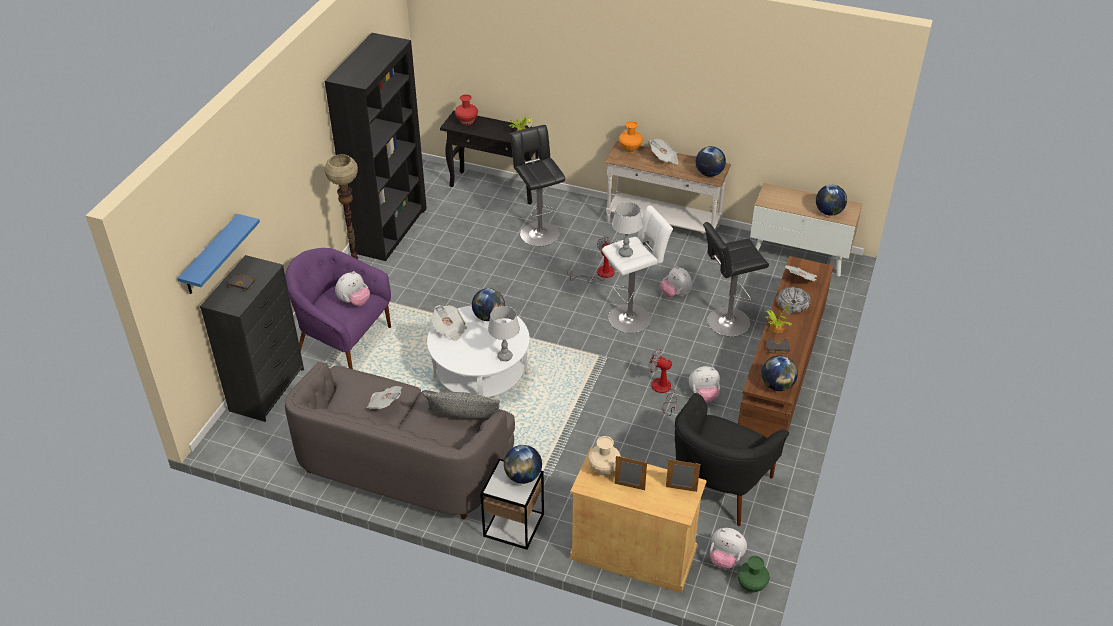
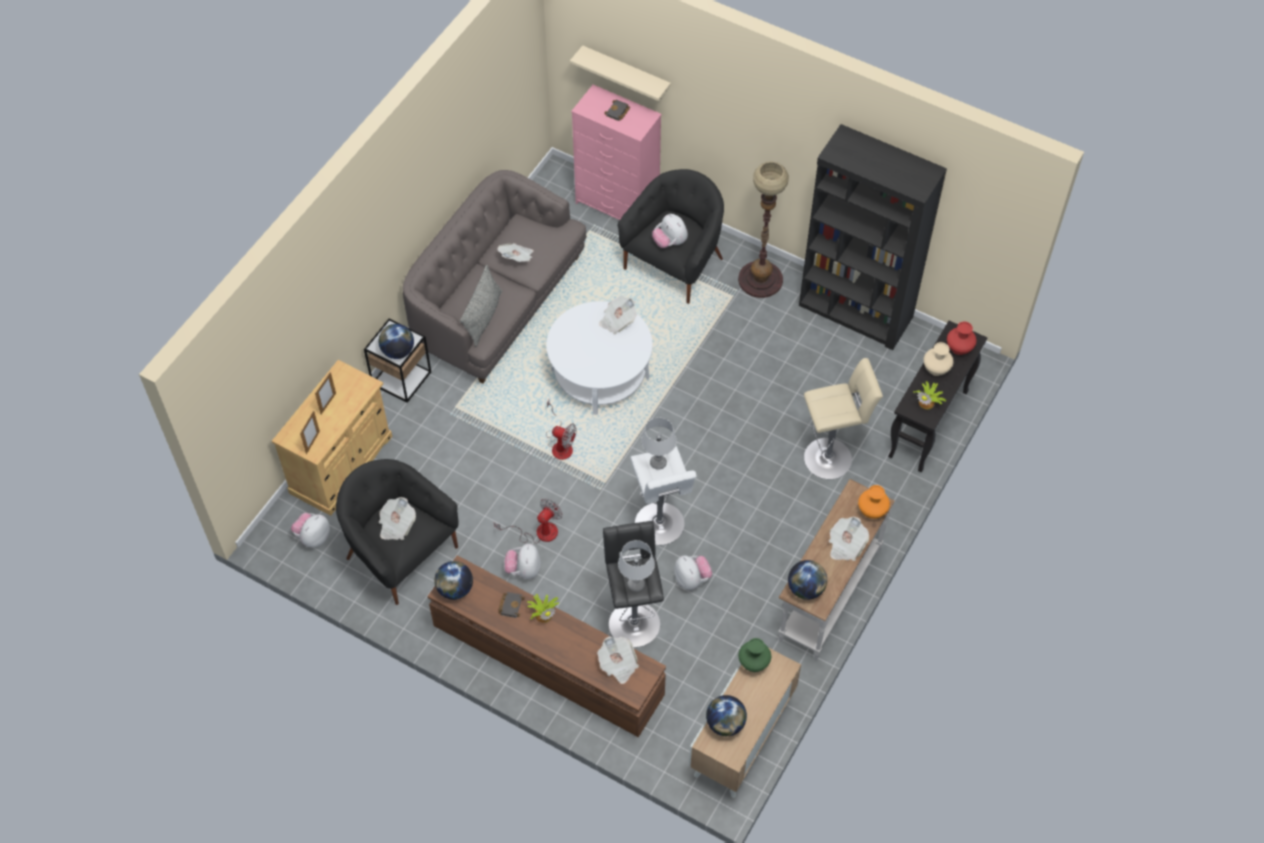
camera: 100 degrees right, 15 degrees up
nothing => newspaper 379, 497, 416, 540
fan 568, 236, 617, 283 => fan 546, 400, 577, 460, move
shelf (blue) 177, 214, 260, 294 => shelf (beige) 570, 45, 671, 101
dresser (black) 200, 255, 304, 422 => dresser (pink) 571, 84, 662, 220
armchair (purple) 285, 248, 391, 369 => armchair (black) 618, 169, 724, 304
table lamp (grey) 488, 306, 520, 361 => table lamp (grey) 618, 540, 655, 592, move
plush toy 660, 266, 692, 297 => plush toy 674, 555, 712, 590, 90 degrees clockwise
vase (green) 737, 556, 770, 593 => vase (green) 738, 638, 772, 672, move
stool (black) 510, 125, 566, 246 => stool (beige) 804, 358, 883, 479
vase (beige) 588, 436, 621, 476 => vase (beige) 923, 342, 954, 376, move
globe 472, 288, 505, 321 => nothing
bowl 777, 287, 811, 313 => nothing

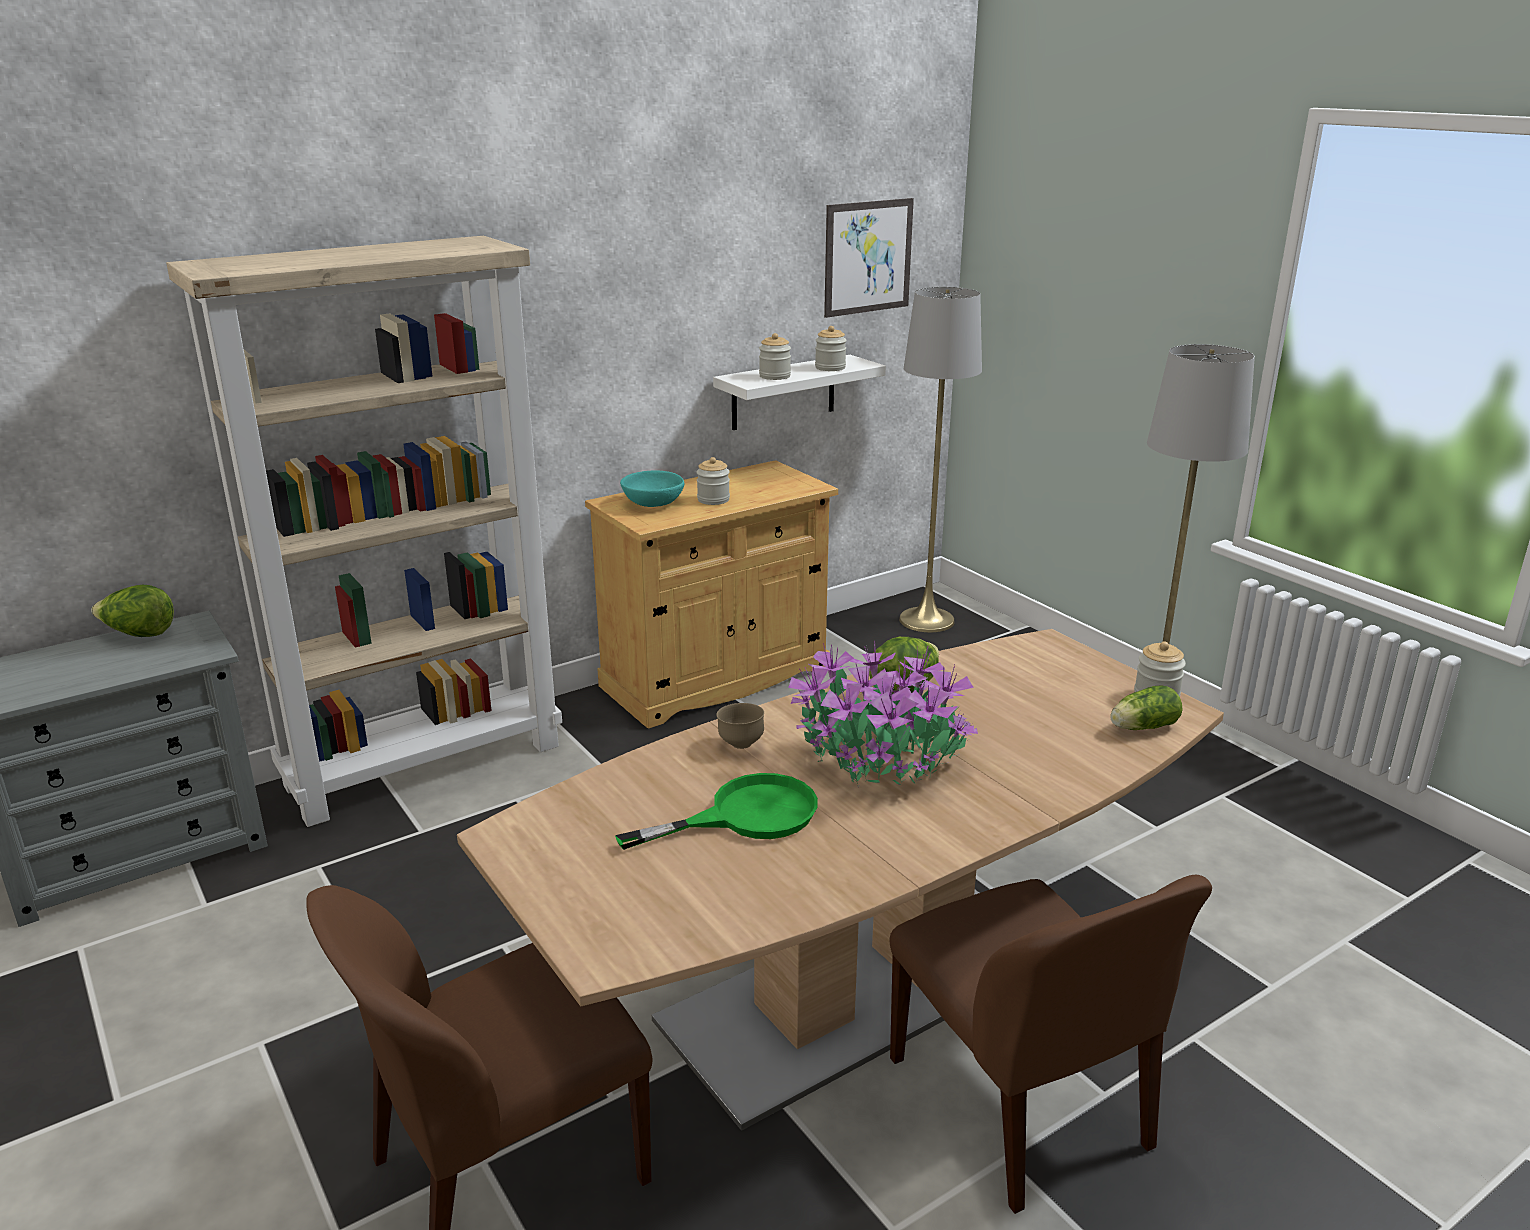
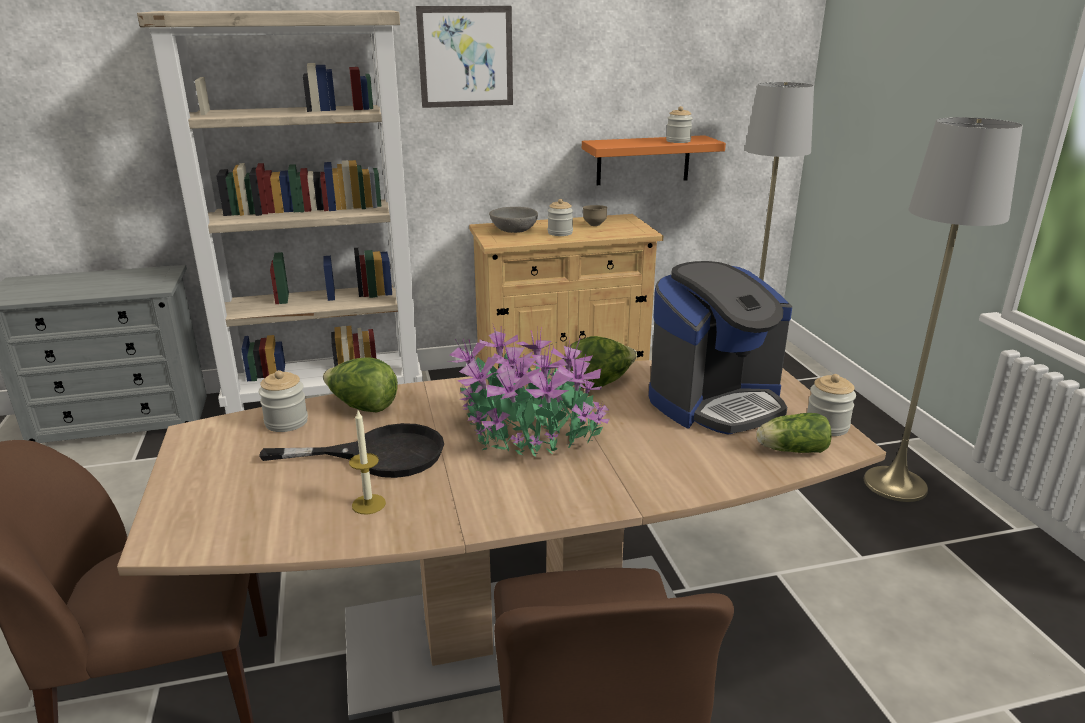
camera: 20 degrees right, 0 degrees up
jar 759, 333, 791, 380 => jar 259, 370, 308, 432, move
frying pan (green) 615, 773, 818, 850 => frying pan (black) 259, 423, 444, 478
lettuce 91, 585, 174, 637 => lettuce 323, 357, 398, 412, move
nothing => candle 349, 411, 386, 515
picture 824, 198, 914, 318 => picture 416, 6, 513, 108, move
bowl (turquoise) 620, 471, 684, 507 => bowl (grey) 489, 207, 538, 233
shelf (white) 713, 355, 886, 430 => shelf (orange) 582, 135, 726, 185
bowl (brown) 716, 703, 764, 749 => bowl (brown) 583, 205, 608, 226, move
nothing => coffee machine 649, 261, 792, 435

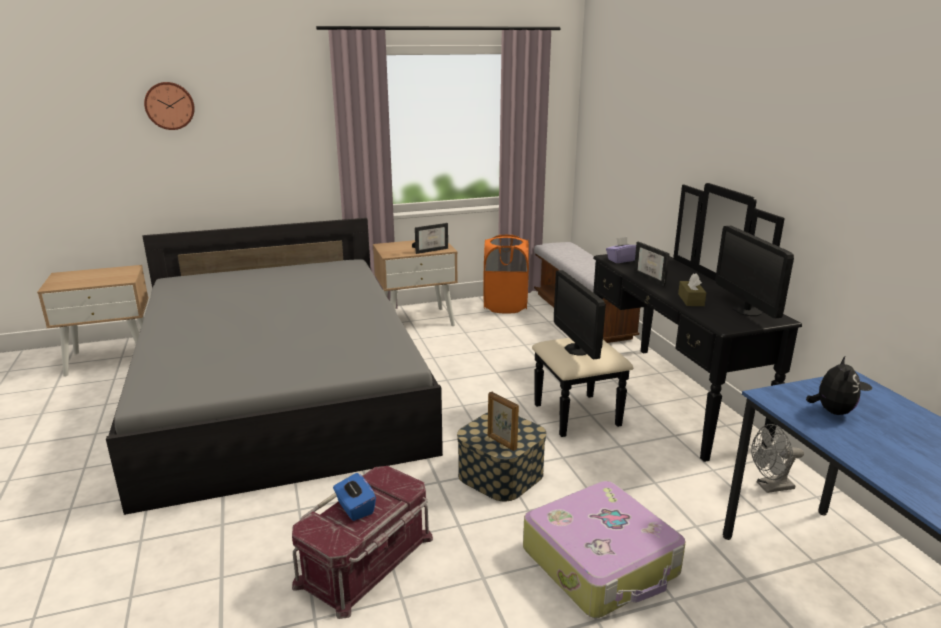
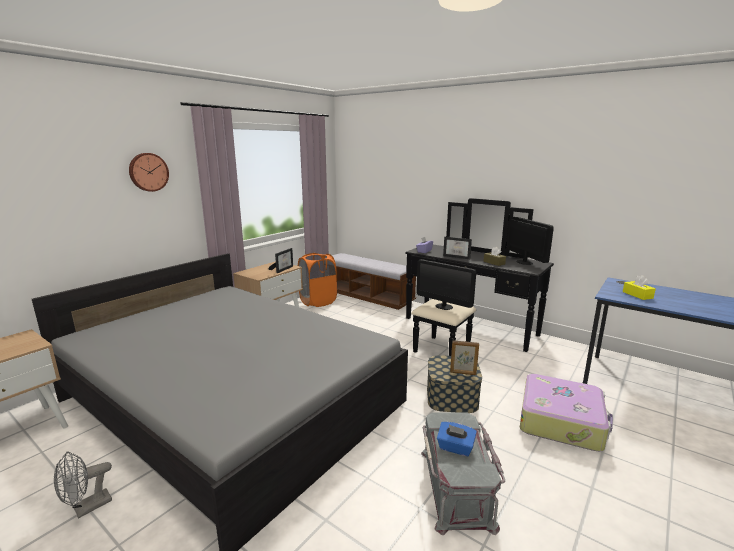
camera: 35 degrees left, 5 degrees down
fan (grey) 751, 424, 804, 493 => fan (grey) 54, 452, 112, 519, move
wall clock 144, 82, 195, 130 => wall clock 129, 153, 169, 192, move
storage box (red) 292, 466, 433, 619 => storage box (grey) 421, 412, 505, 535
monitor 715, 226, 794, 318 => monitor 508, 217, 554, 265, 150 degrees counterclockwise
plush toy 806, 355, 861, 415 => tissue box (yellow) 623, 275, 656, 300

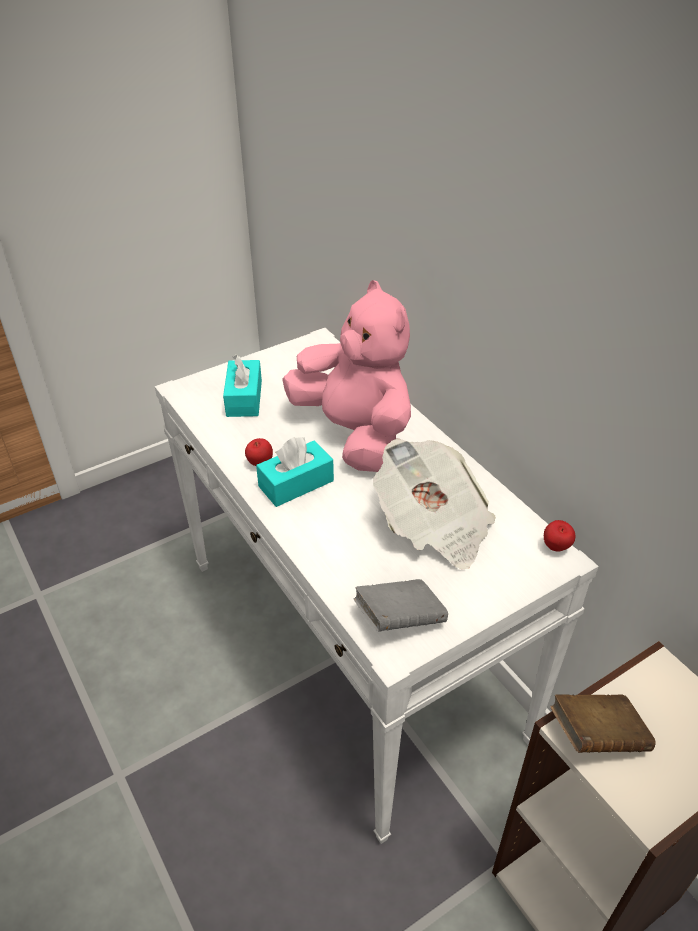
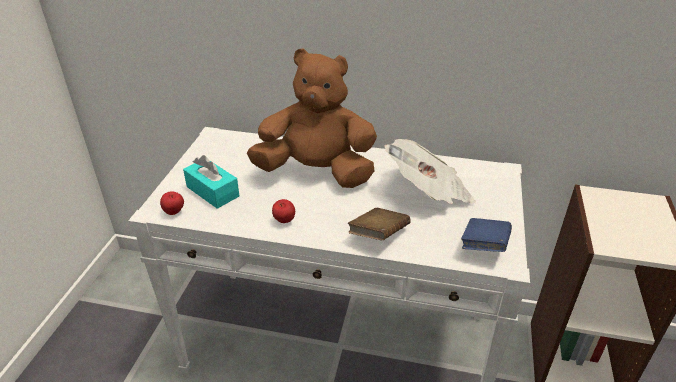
camera: 45 degrees left, 5 degrees down
apple 544, 520, 575, 552 => apple 160, 191, 184, 215, move
plush toy (pink) 282, 280, 411, 472 => plush toy (brown) 247, 48, 377, 188
book (brown) 550, 694, 656, 753 => book (brown) 348, 208, 411, 240, move
book (grey) 353, 579, 448, 632 => book (blue) 461, 218, 512, 252
tissue box (turquoise) 256, 437, 334, 507 => nothing

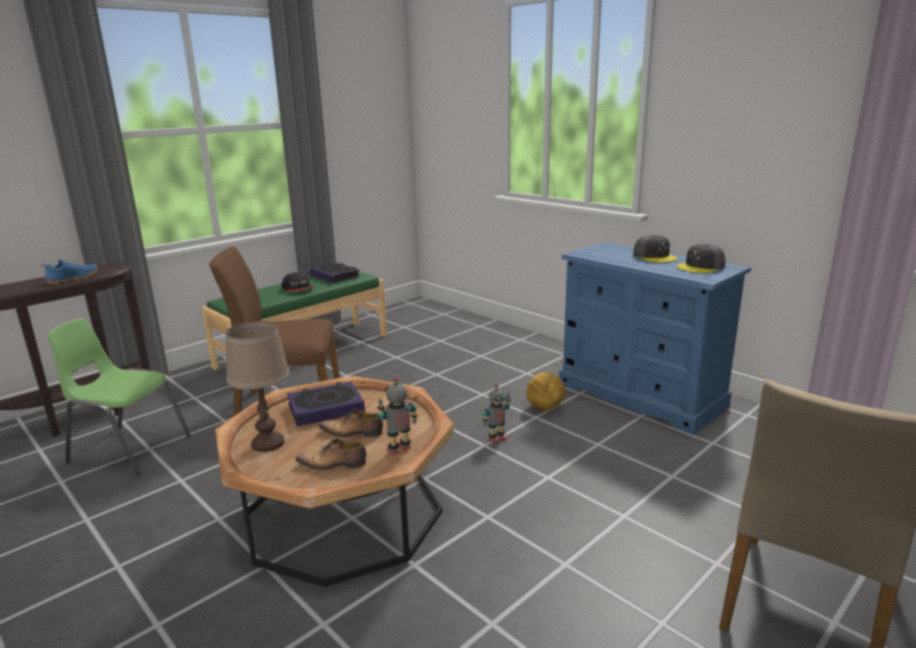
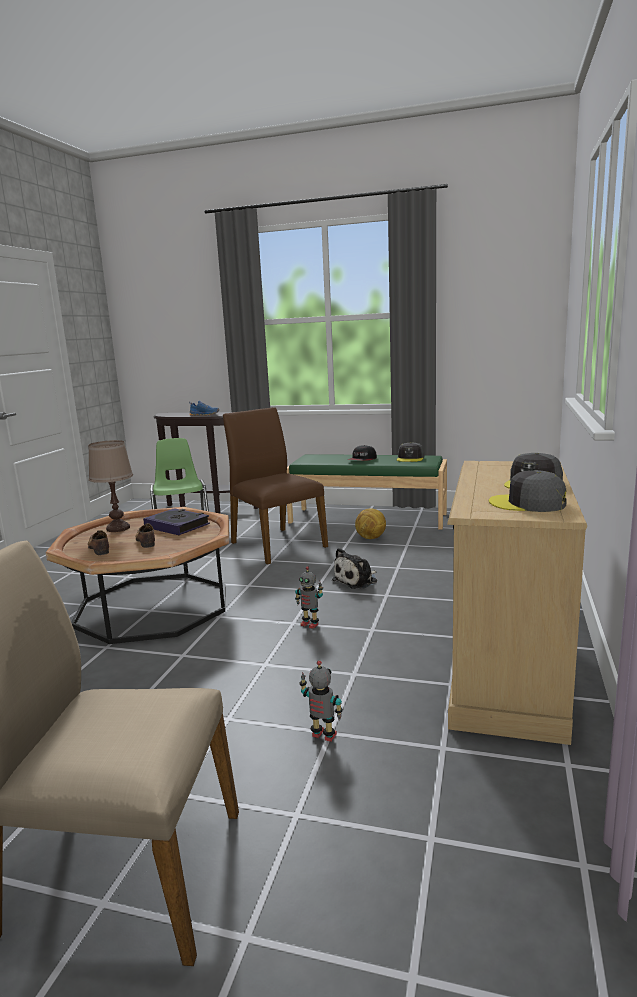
camera: 60 degrees right, 5 degrees down
toy robot 377, 377, 418, 455 => toy robot 299, 660, 343, 742, move
nothing => plush toy 332, 548, 377, 589
football 526, 372, 565, 411 => football 355, 508, 386, 539, move
book 310, 262, 360, 283 => cap (grey) 397, 442, 424, 462
dresser (blue) 559, 242, 751, 435 => dresser (beige) 447, 461, 587, 745

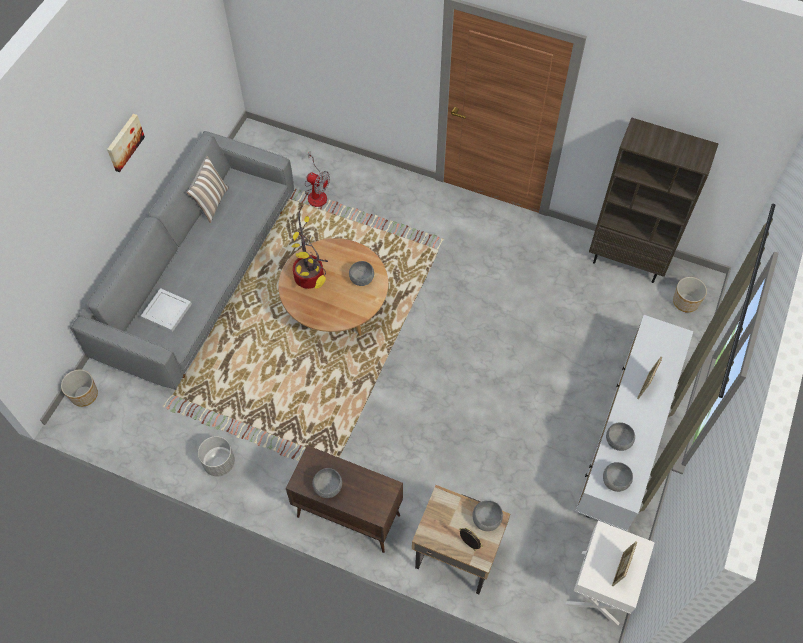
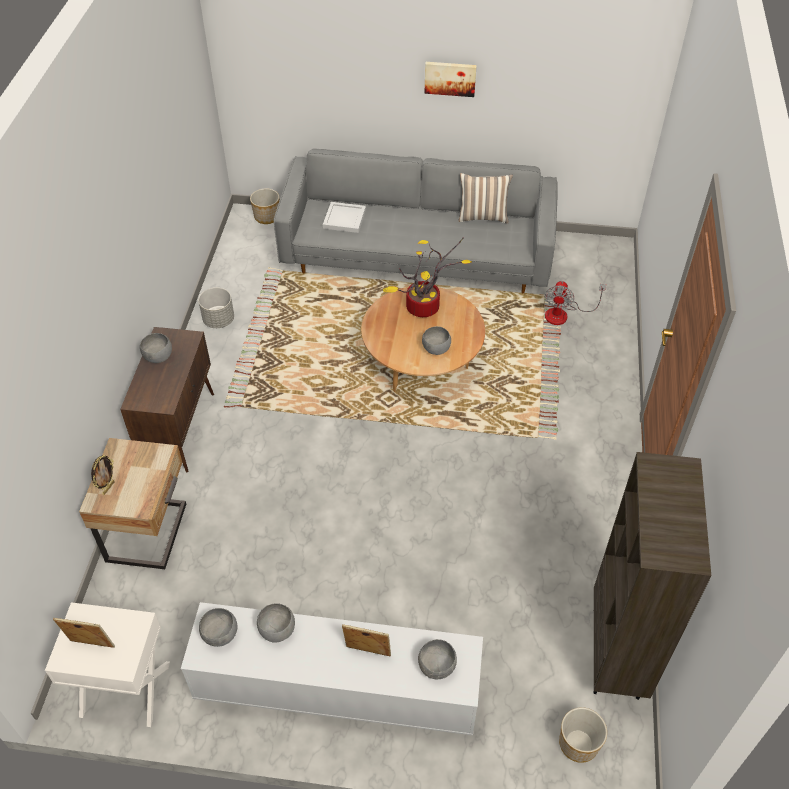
camera: 75 degrees right, 10 degrees down
bowl (grey) 472, 500, 503, 531 => bowl (grey) 418, 639, 457, 679, move

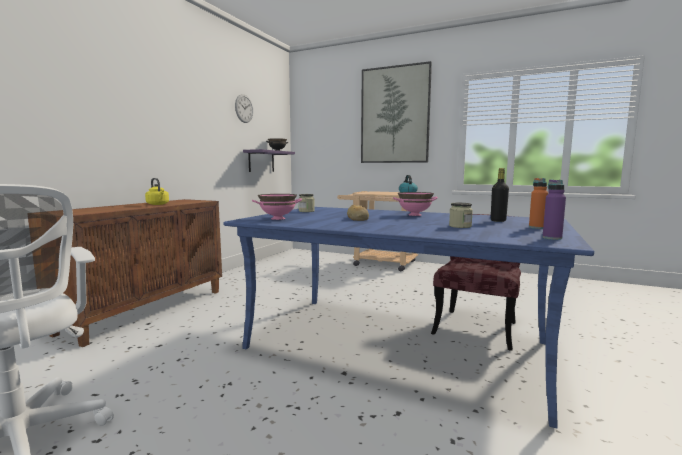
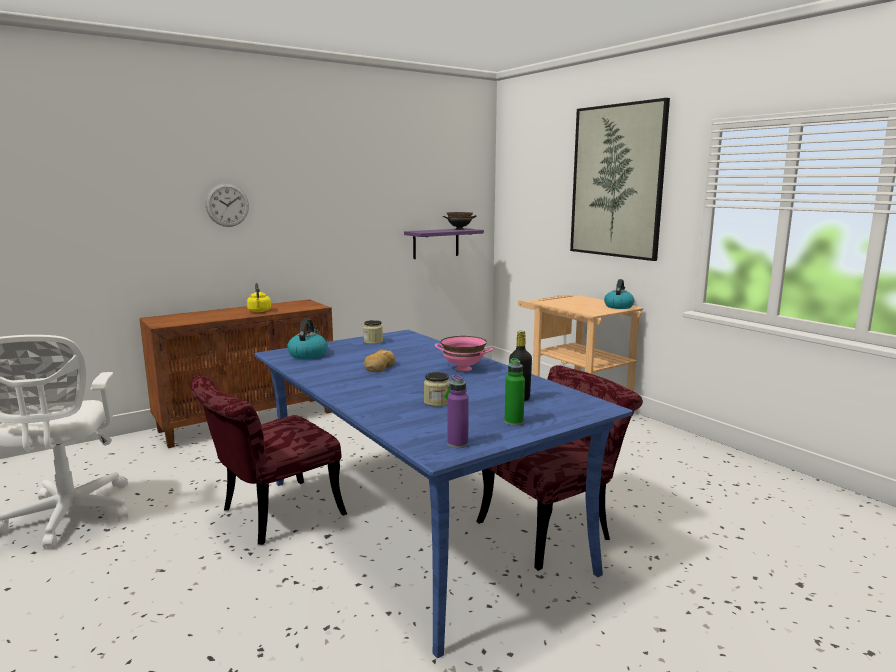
camera: 30 degrees right, 5 degrees up
nothing => chair (red) 190, 375, 347, 545
wall clock 235, 94, 253, 123 => wall clock 205, 183, 249, 227, move
bowl (pink) 252, 194, 302, 220 => kettle 287, 319, 327, 359
bottle (orange) 529, 178, 548, 229 => bottle (green) 504, 358, 525, 426

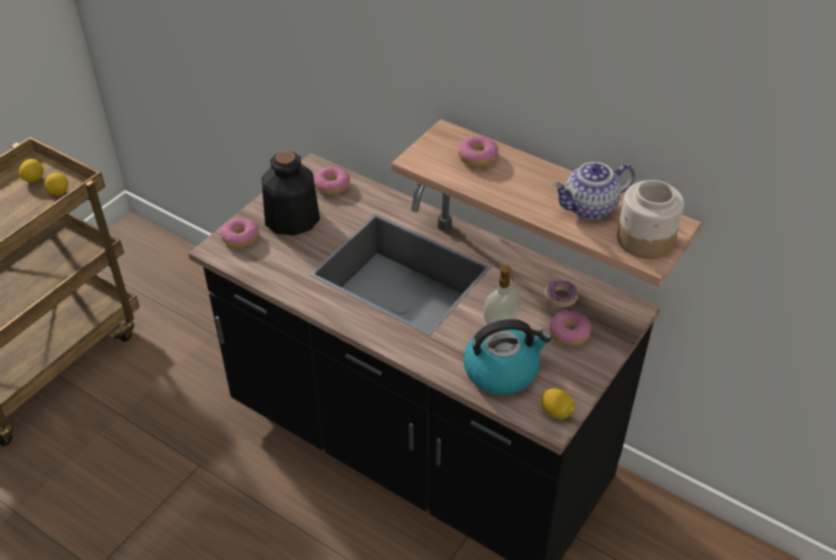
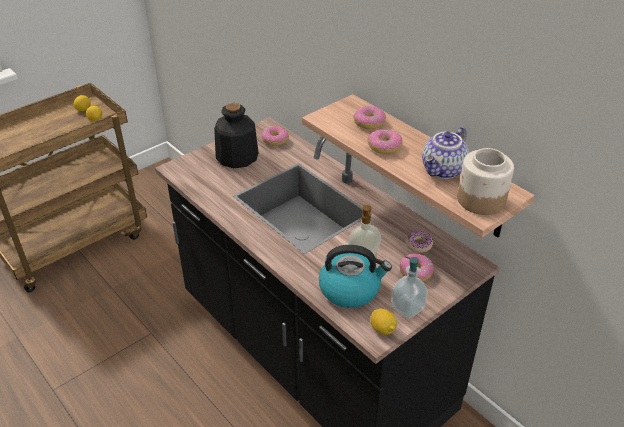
camera: 15 degrees right, 5 degrees down
donut 220, 218, 259, 248 => donut 368, 129, 403, 154, move
nothing => soap dispenser 391, 256, 428, 318
teapot 552, 162, 635, 220 => teapot 422, 127, 469, 179, 45 degrees counterclockwise

